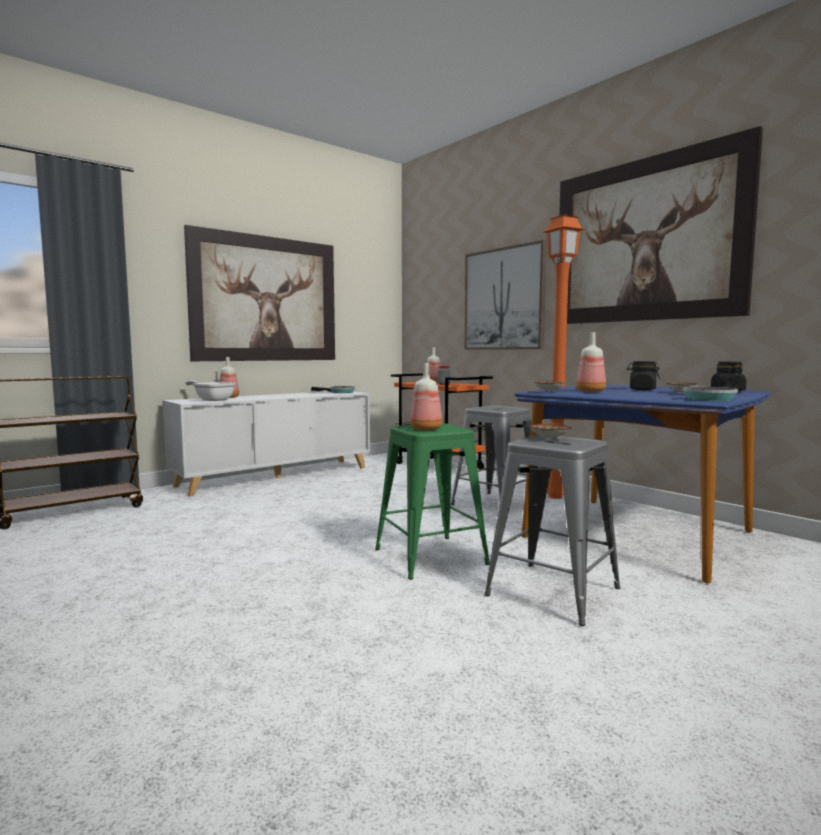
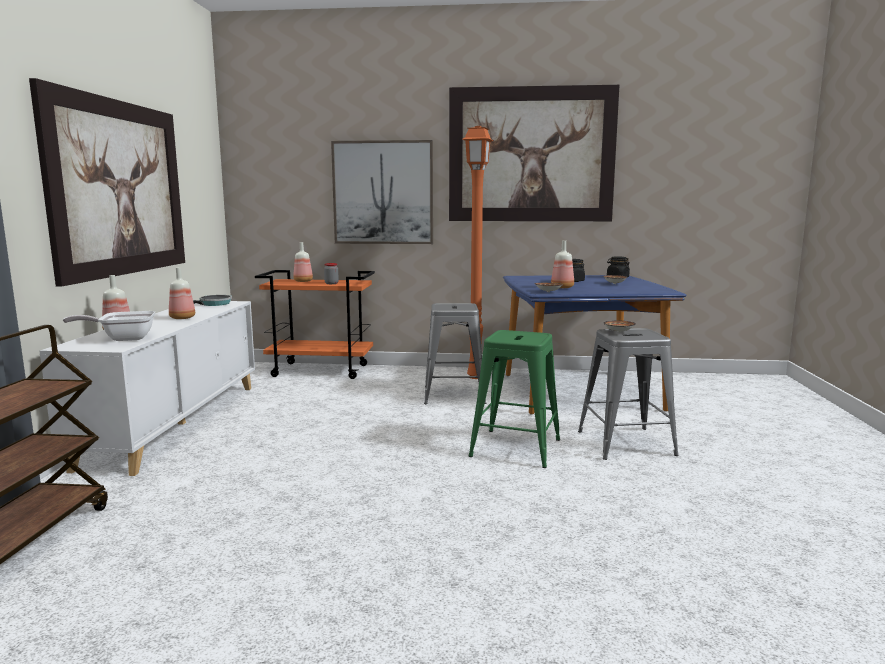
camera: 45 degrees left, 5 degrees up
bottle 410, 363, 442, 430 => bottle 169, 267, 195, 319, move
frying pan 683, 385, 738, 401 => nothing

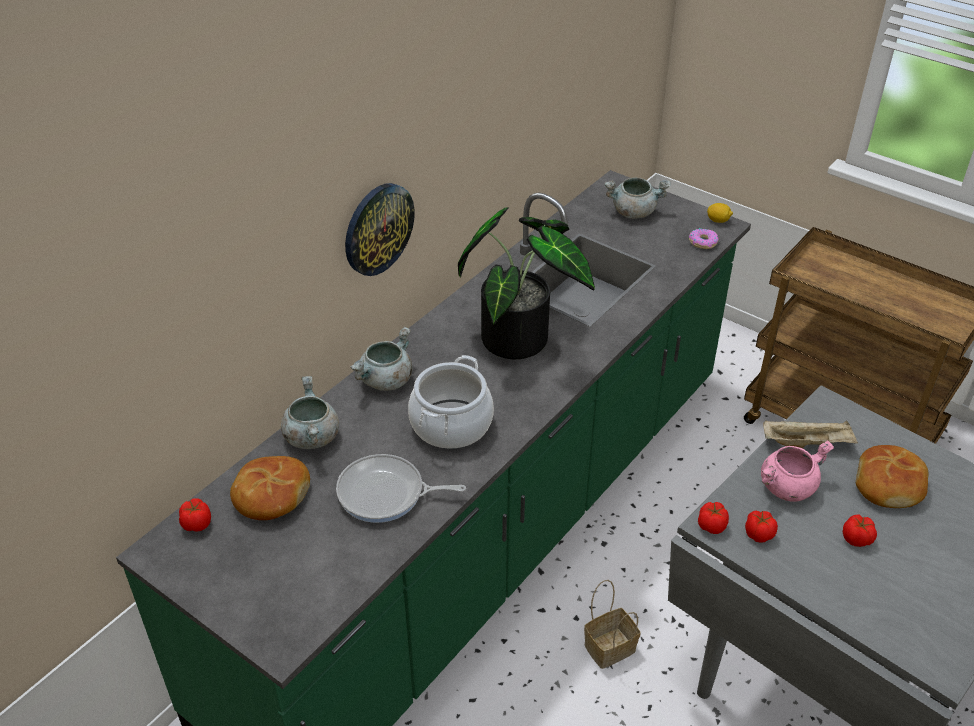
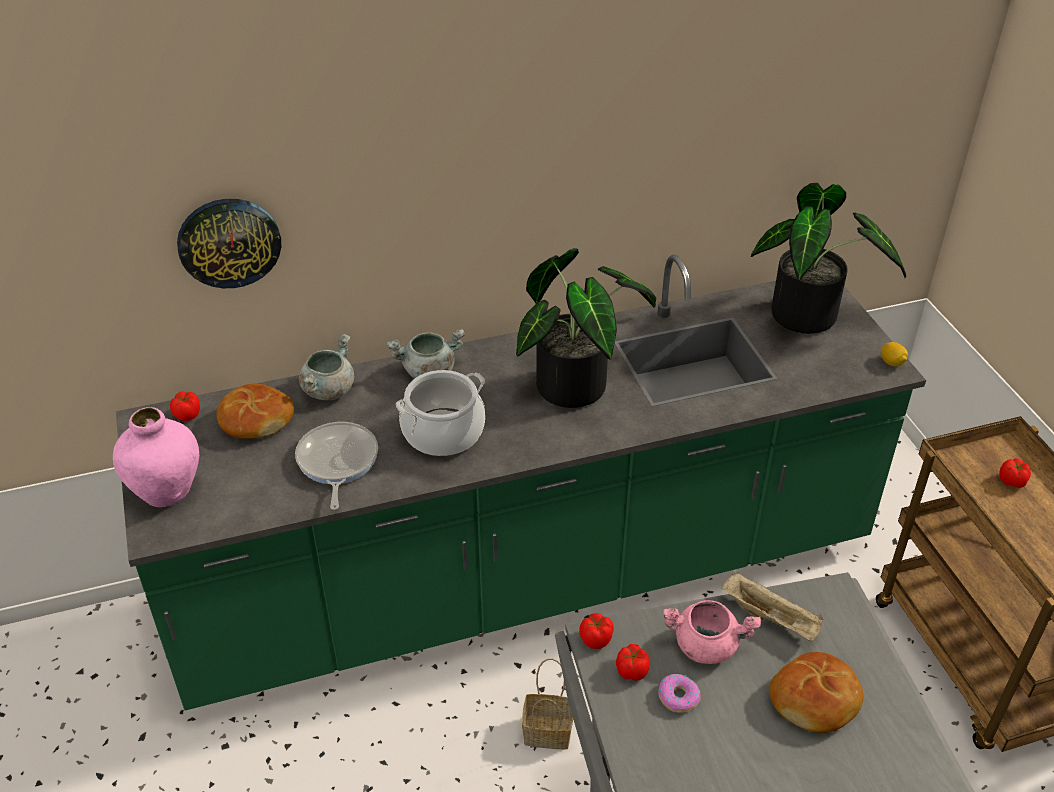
camera: 35 degrees right, 0 degrees up
nothing => vase (pink) 113, 407, 199, 507
wall clock 345, 183, 415, 276 => wall clock 177, 199, 281, 288, move
frying pan 336, 454, 466, 523 => frying pan 295, 422, 378, 510, 45 degrees clockwise
donut 689, 228, 719, 249 => donut 658, 674, 701, 713, move
cooking pot (grey) 605, 178, 671, 219 => potted plant 751, 183, 906, 334
tomato 843, 515, 877, 547 => tomato 999, 458, 1031, 488, move

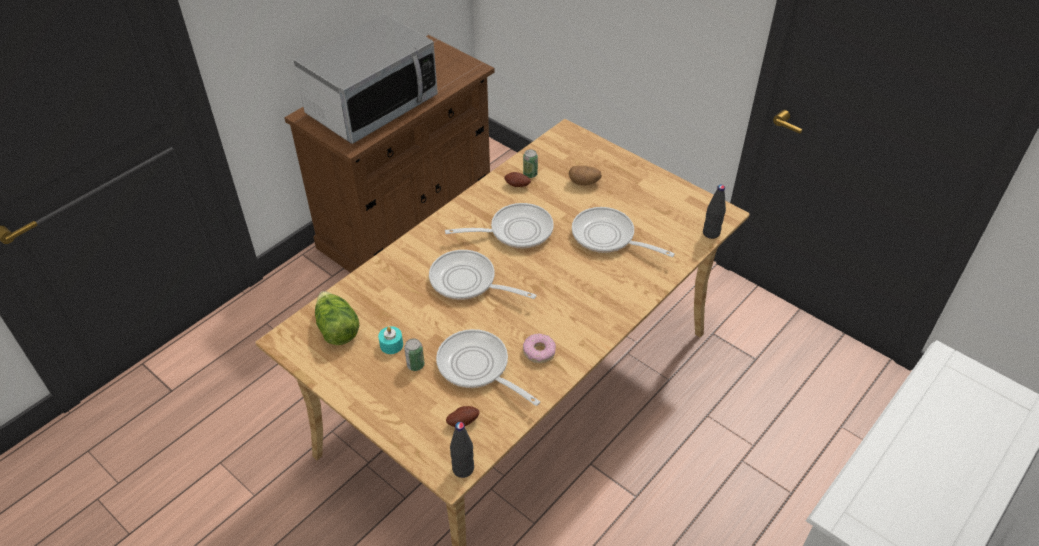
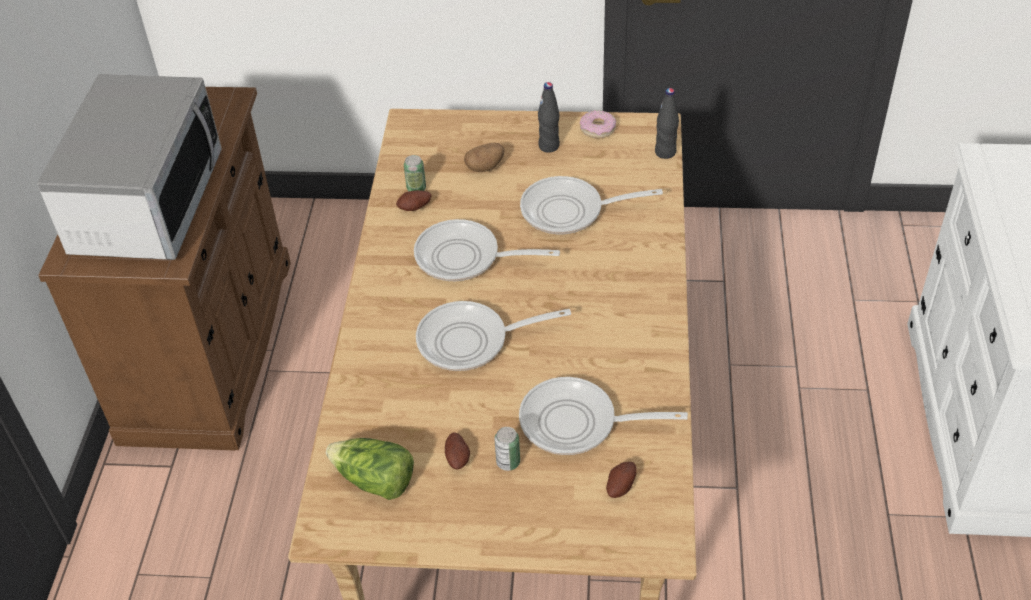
camera: 35 degrees left, 0 degrees up
frying pan 445, 203, 554, 248 => frying pan 414, 219, 560, 281, 120 degrees counterclockwise
candle (turquoise) 378, 326, 403, 354 => potato 445, 432, 470, 469
bottle (black) 450, 422, 474, 478 => bottle (black) 538, 82, 560, 153, move
donut 523, 334, 556, 363 => donut 580, 110, 616, 138, move

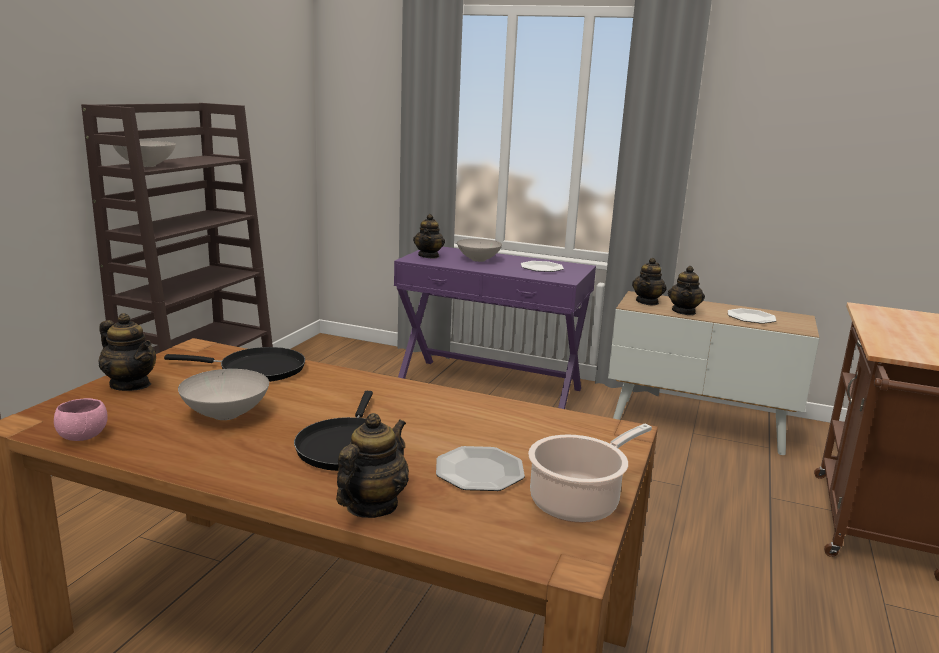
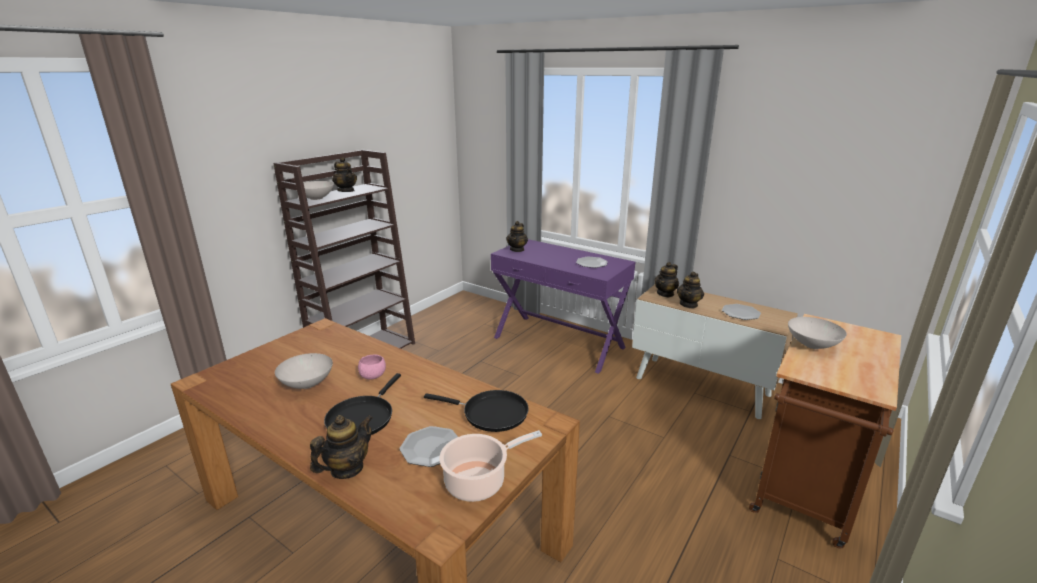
camera: 15 degrees right, 5 degrees up
teapot 99, 313, 156, 391 => teapot 332, 157, 357, 192, move
bowl (pink) 54, 398, 108, 441 => bowl (pink) 358, 354, 386, 380, move
frying pan (black) 164, 347, 305, 382 => frying pan (black) 424, 390, 529, 432, move
bowl (white) 457, 239, 502, 262 => bowl (white) 788, 317, 847, 349, move

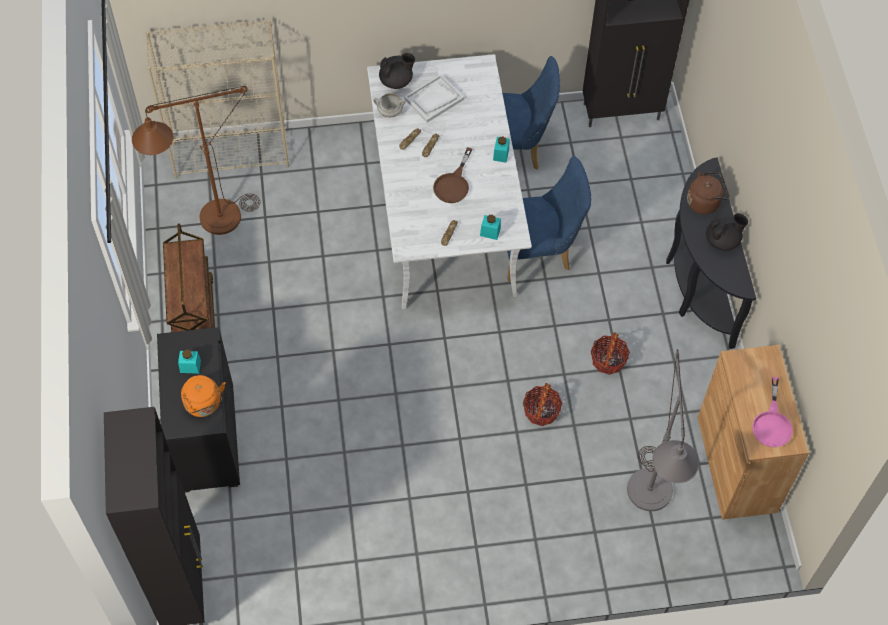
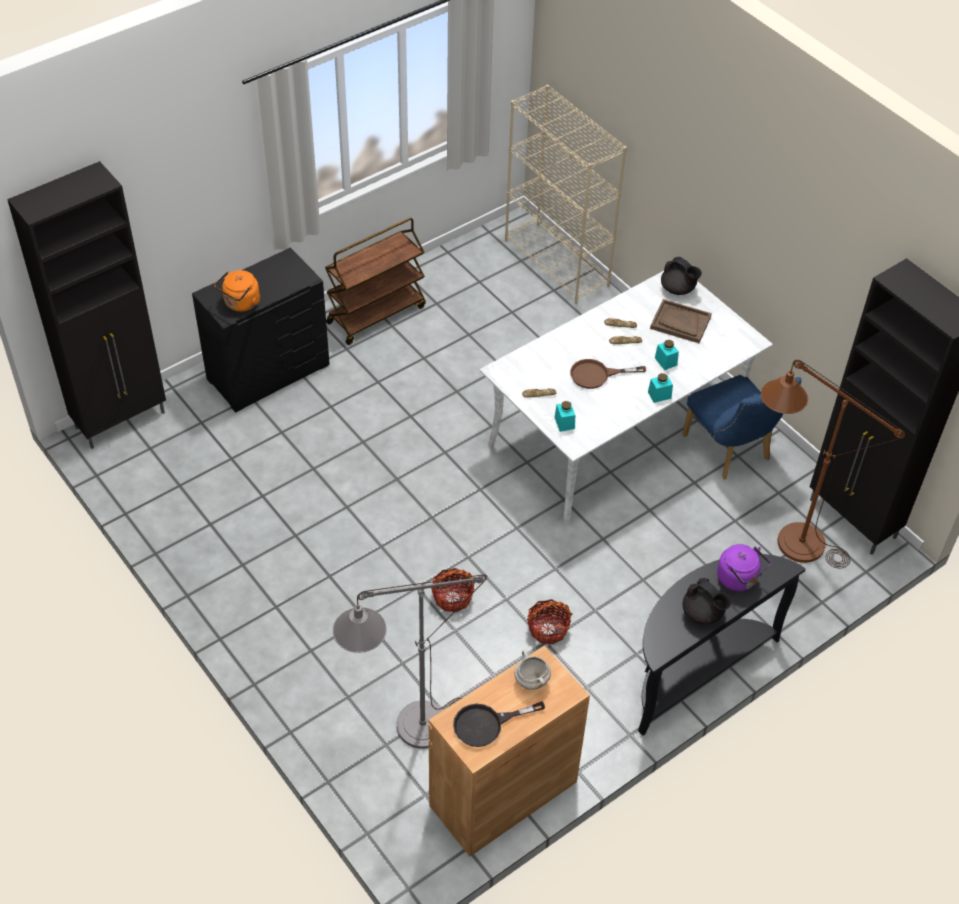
camera: 60 degrees right, 10 degrees down
frying pan (pink) 752, 377, 793, 447 => frying pan (black) 453, 701, 545, 747
cooking pot (white) 374, 93, 406, 117 => cooking pot (white) 515, 650, 551, 690, move
tray (white) 404, 74, 464, 123 => tray (brown) 650, 299, 712, 343
jar (turquoise) 178, 349, 201, 374 => jar (turquoise) 655, 340, 679, 370, move
kettle (brown) 687, 171, 730, 214 => kettle (purple) 717, 544, 770, 591
floor lamp (brown) 132, 86, 260, 235 => floor lamp (brown) 761, 360, 905, 568, move
chair (blue) 507, 156, 592, 282 => nothing

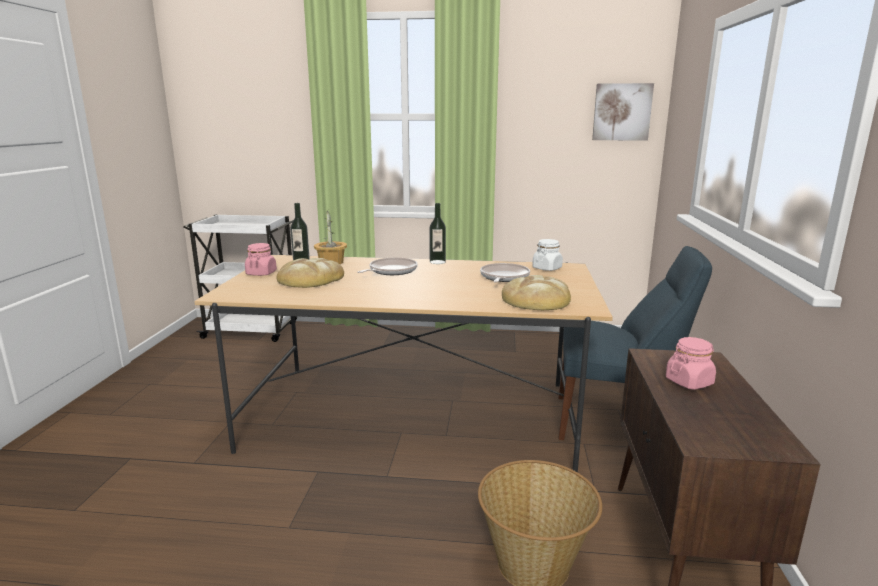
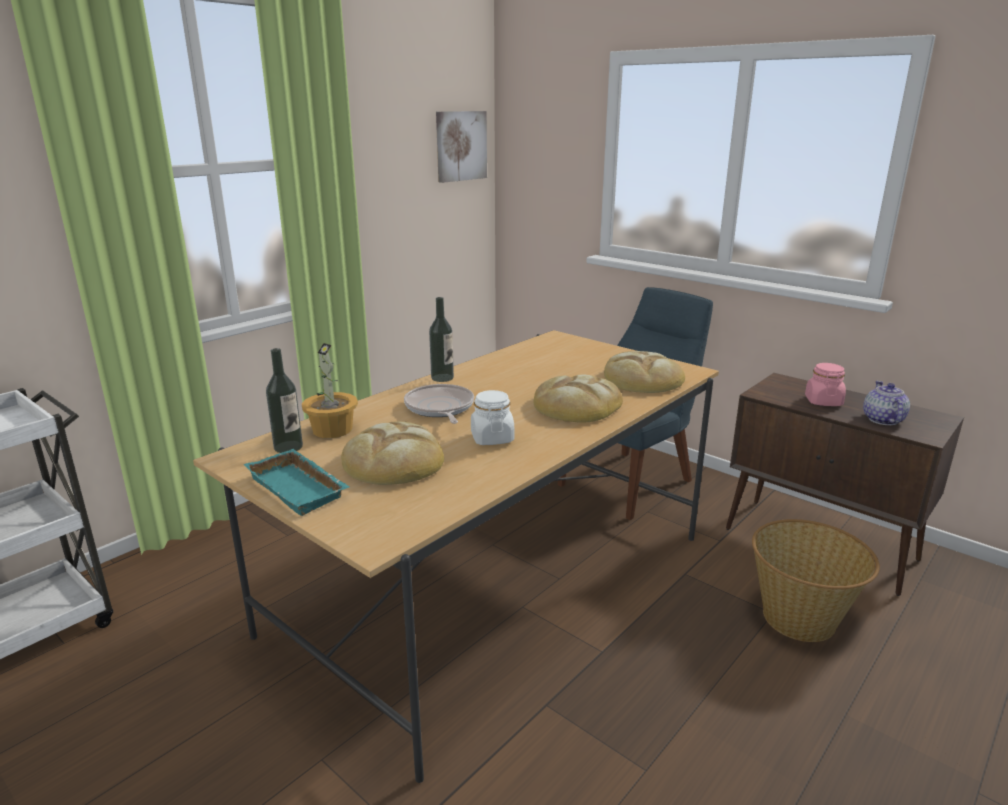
camera: 55 degrees left, 5 degrees up
jar (pink) 245, 243, 277, 276 => tray (turquoise) 244, 449, 350, 516
jar (white) 532, 239, 563, 271 => jar (white) 471, 390, 515, 445, move
nothing => bread 534, 375, 623, 423
nothing => teapot 863, 381, 910, 425
frying pan 480, 263, 530, 283 => nothing

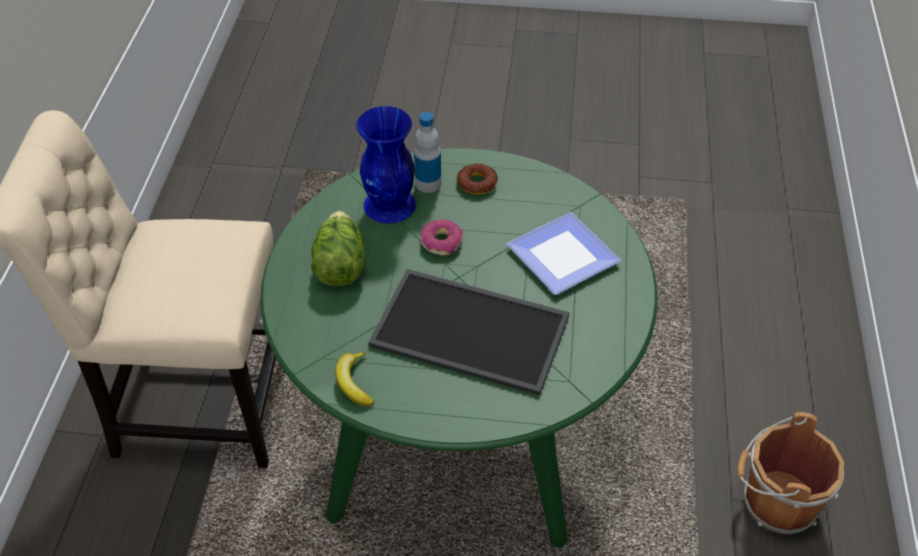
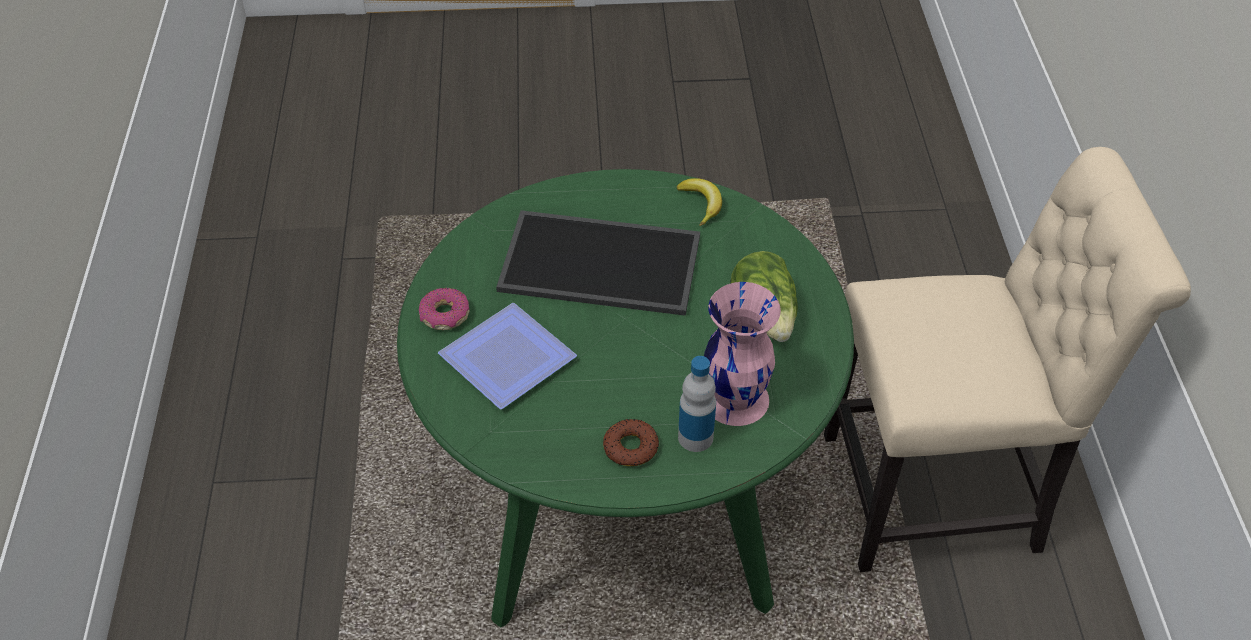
camera: 170 degrees right, 0 degrees up
donut 420, 219, 463, 256 => donut 419, 288, 470, 330, move
vase (blue) 356, 106, 416, 224 => vase (pink) 704, 282, 781, 426
bucket (brown) 737, 412, 844, 535 => nothing

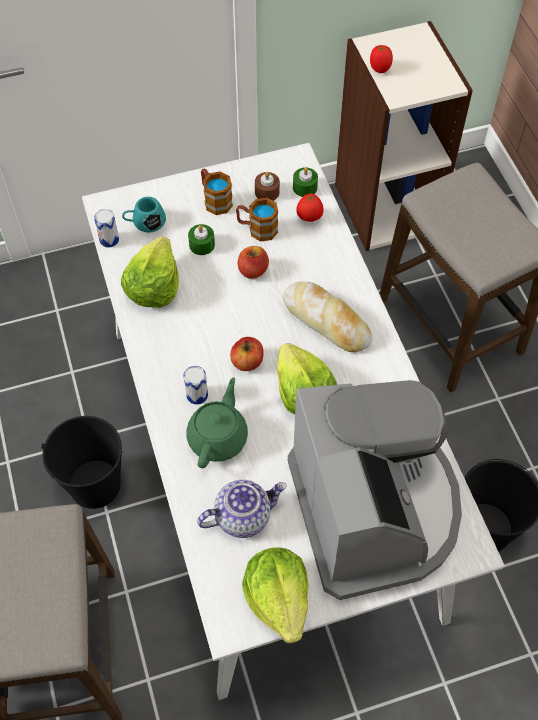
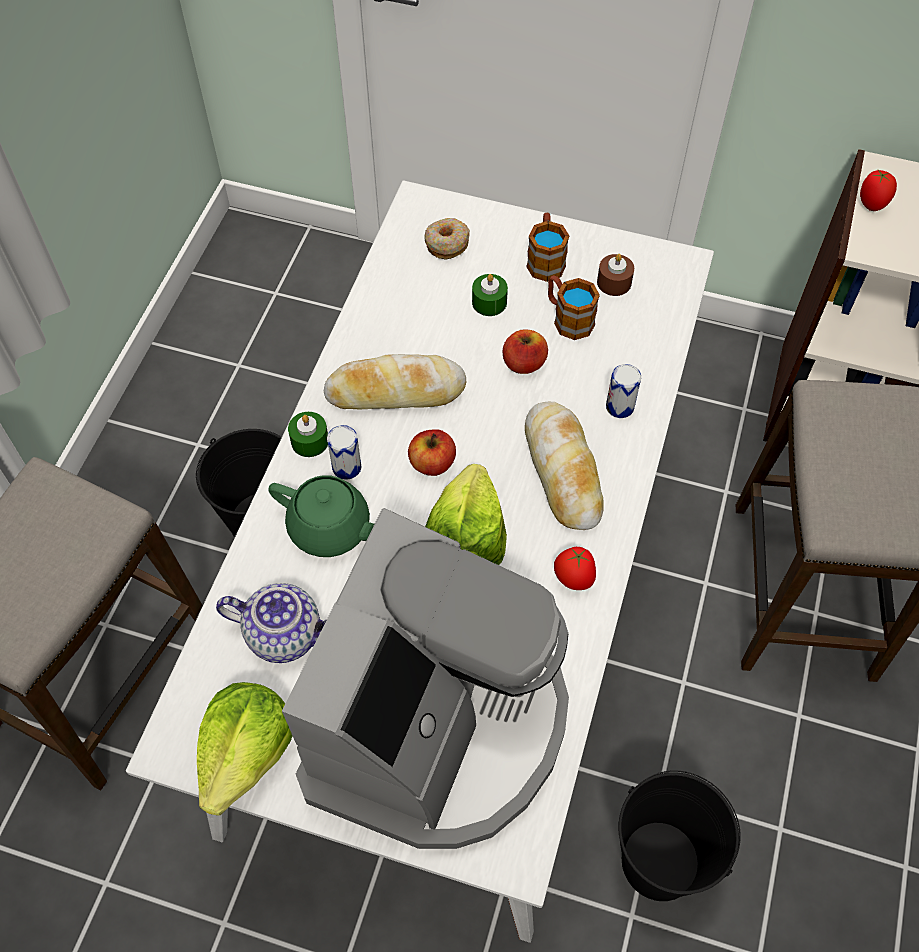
camera: 35 degrees right, 0 degrees up
teapot (green) 186, 377, 248, 468 => teapot (green) 268, 475, 375, 557, 60 degrees clockwise
candle (green) 293, 167, 318, 197 => candle (green) 288, 412, 328, 457, move
nothing => bread 324, 354, 466, 410
mug (turquoise) 122, 197, 166, 233 => donut 424, 218, 470, 260
tomato 296, 194, 324, 222 => tomato 554, 547, 596, 590, move
can 94, 209, 119, 248 => can 606, 364, 641, 418, move
lettuce 121, 236, 179, 308 => nothing

